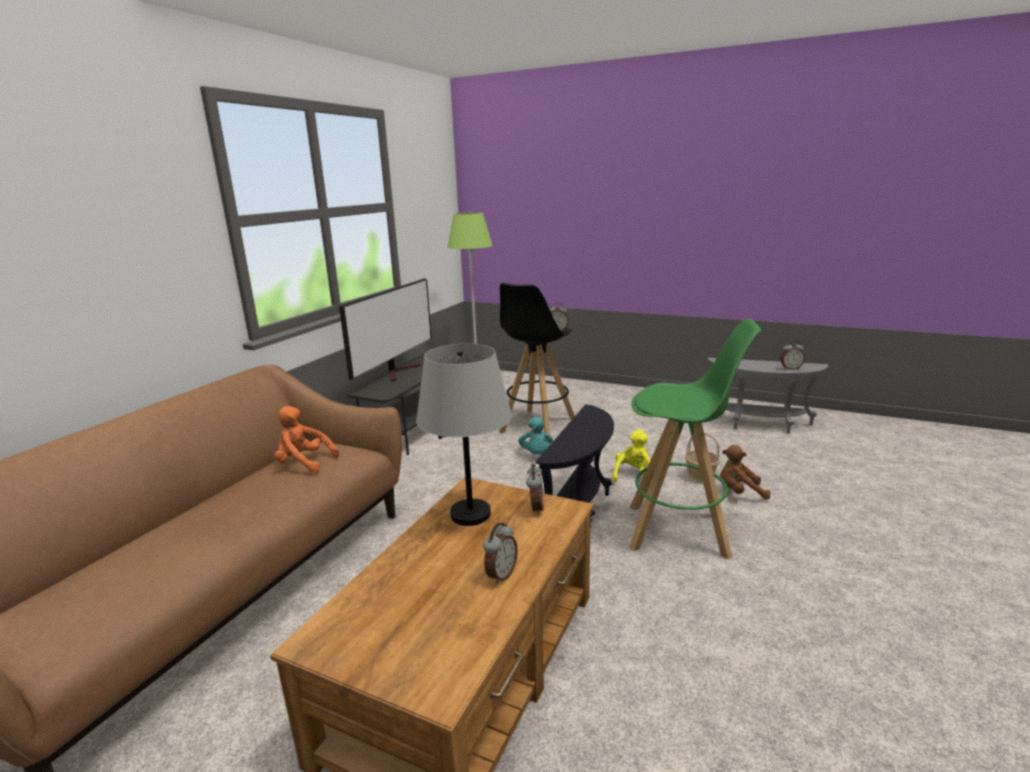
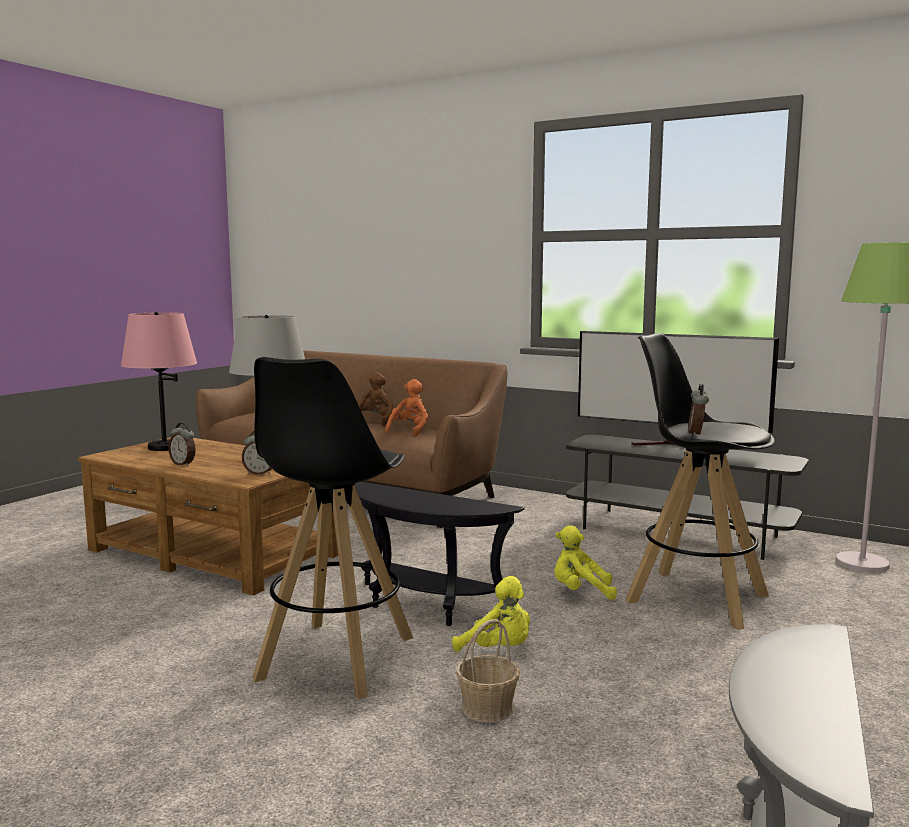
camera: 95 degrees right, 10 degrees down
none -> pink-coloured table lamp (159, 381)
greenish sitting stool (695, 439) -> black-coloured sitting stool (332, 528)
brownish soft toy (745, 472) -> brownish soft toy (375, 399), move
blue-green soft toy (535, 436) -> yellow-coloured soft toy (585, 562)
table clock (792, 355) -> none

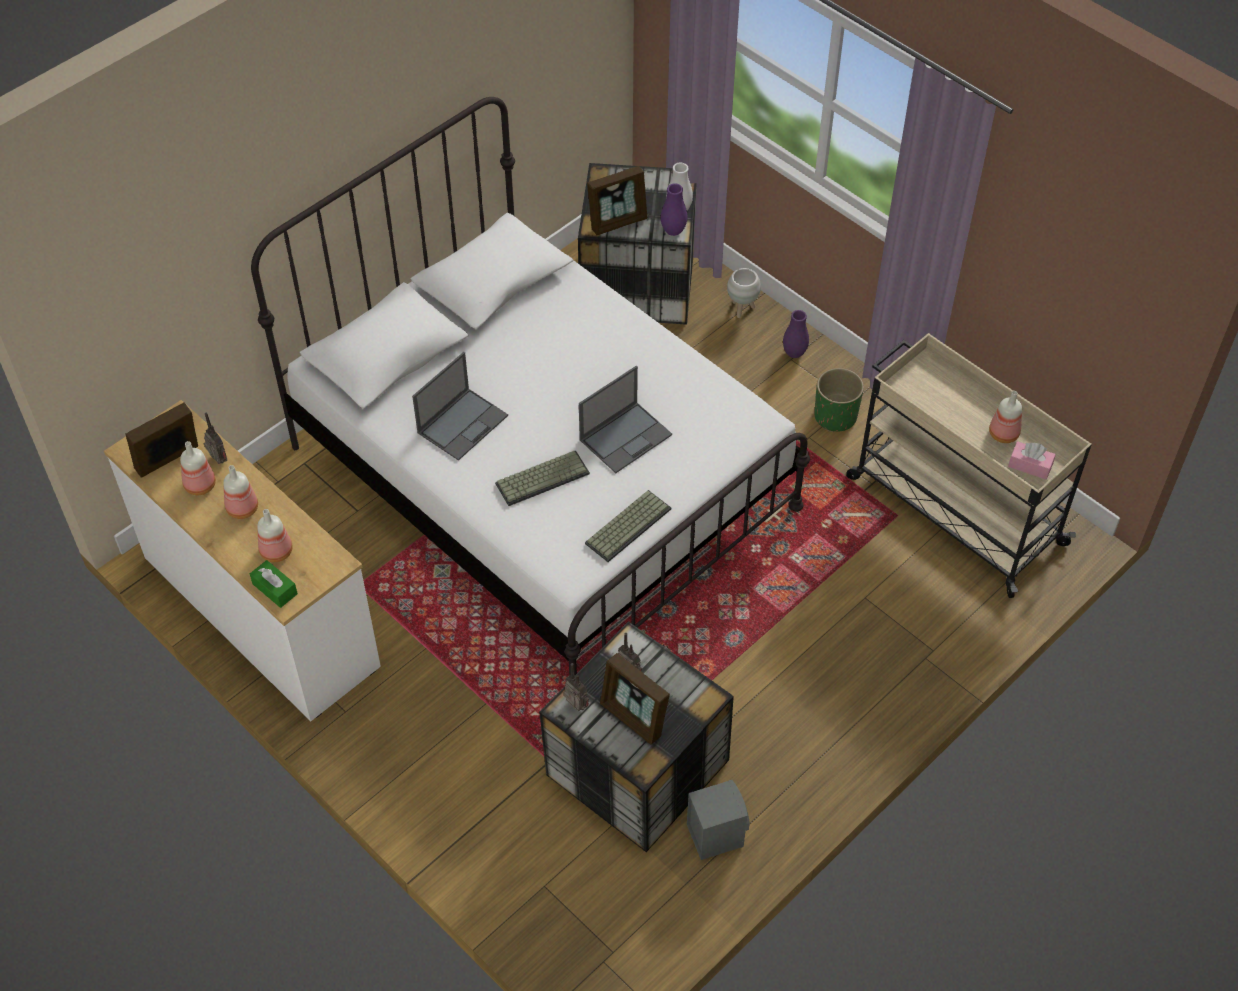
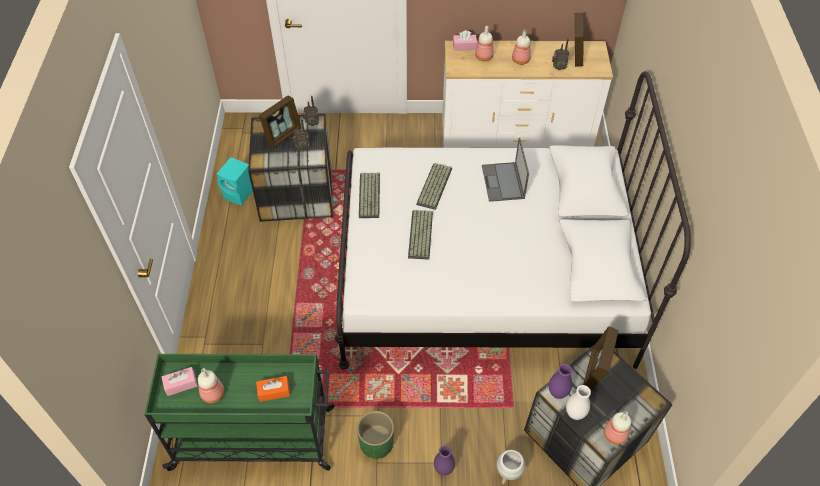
camera: 135 degrees right, 0 degrees up
beige trolley (969, 465) -> greenish trolley (239, 412)
greyish speaker (718, 820) -> blue-green speaker (235, 181)
none -> orangey box of tissues (273, 389)
standing frame (635, 698) -> standing frame (280, 122), 135 degrees clockwise
portable computer (625, 419) -> computer keyboard (420, 235)
greenish box of tissues (274, 584) -> pink-coloured box of tissues (465, 40)
bottle (198, 468) -> bottle (617, 428), move

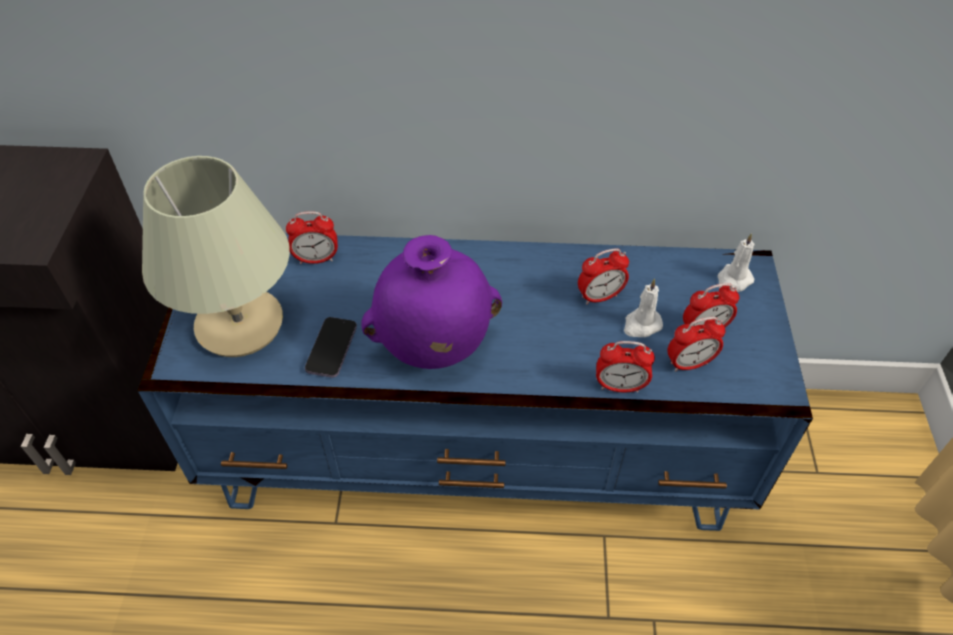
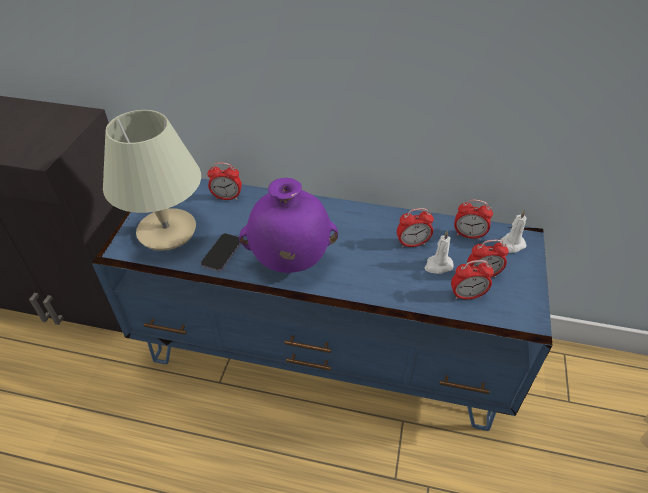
camera: 10 degrees right, 5 degrees down
table clock (625, 367) -> table clock (473, 219), move

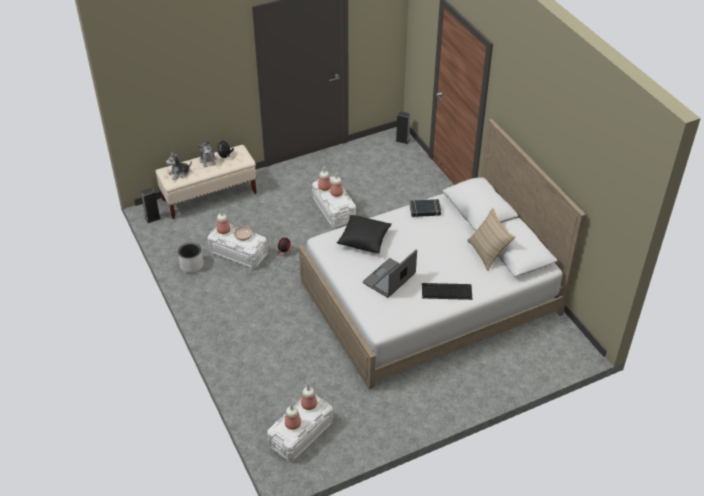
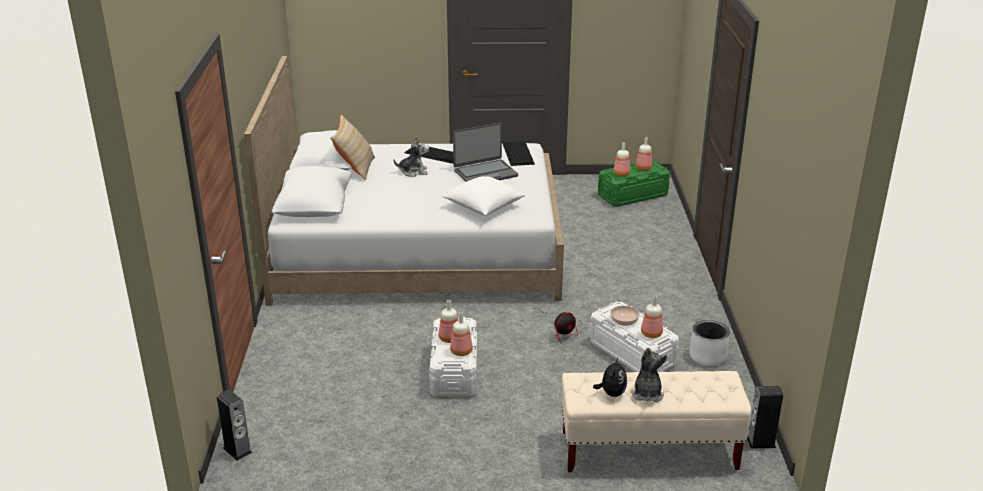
camera: 155 degrees left, 15 degrees down
soft toy (179, 166) -> soft toy (411, 157), move
black-coloured pillow (364, 234) -> white pillow (483, 196)
none -> computer keyboard (518, 153)
white storage box (300, 428) -> greenish storage box (634, 183)
black-coloured volume (425, 208) -> none

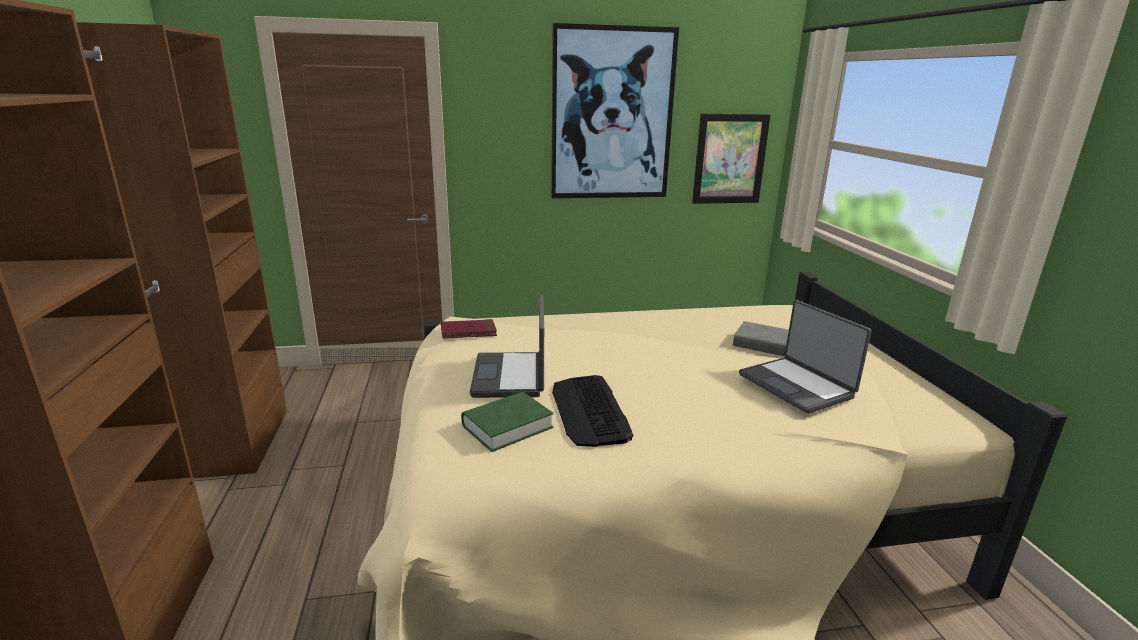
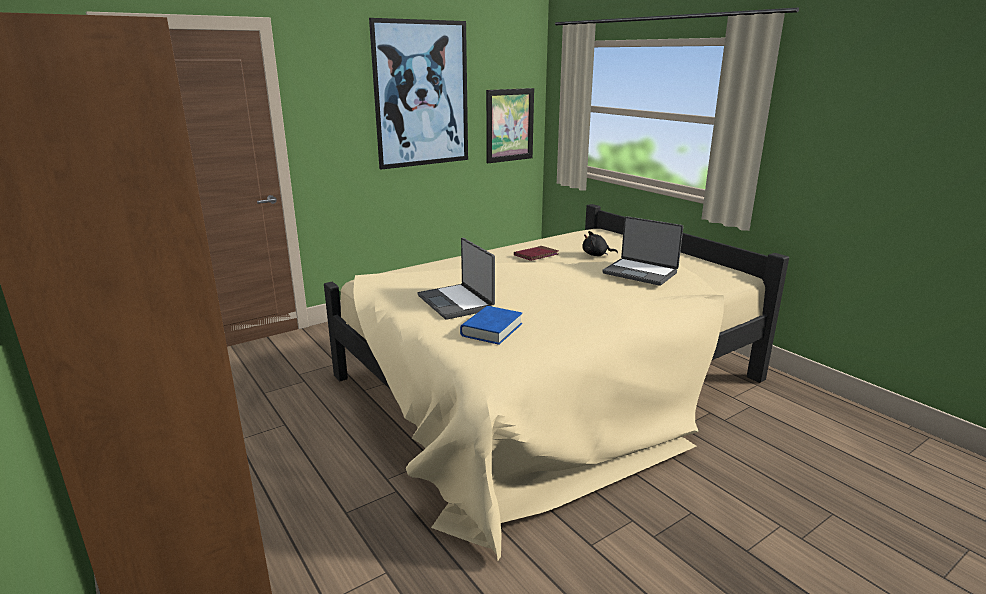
camera: 25 degrees left, 0 degrees up
greenish volume (507, 422) -> blue-coloured volume (491, 325)
red-coloured volume (469, 329) -> red-coloured volume (536, 253), move
greyish volume (761, 338) -> black-coloured soft toy (600, 243)
computer keyboard (592, 411) -> none

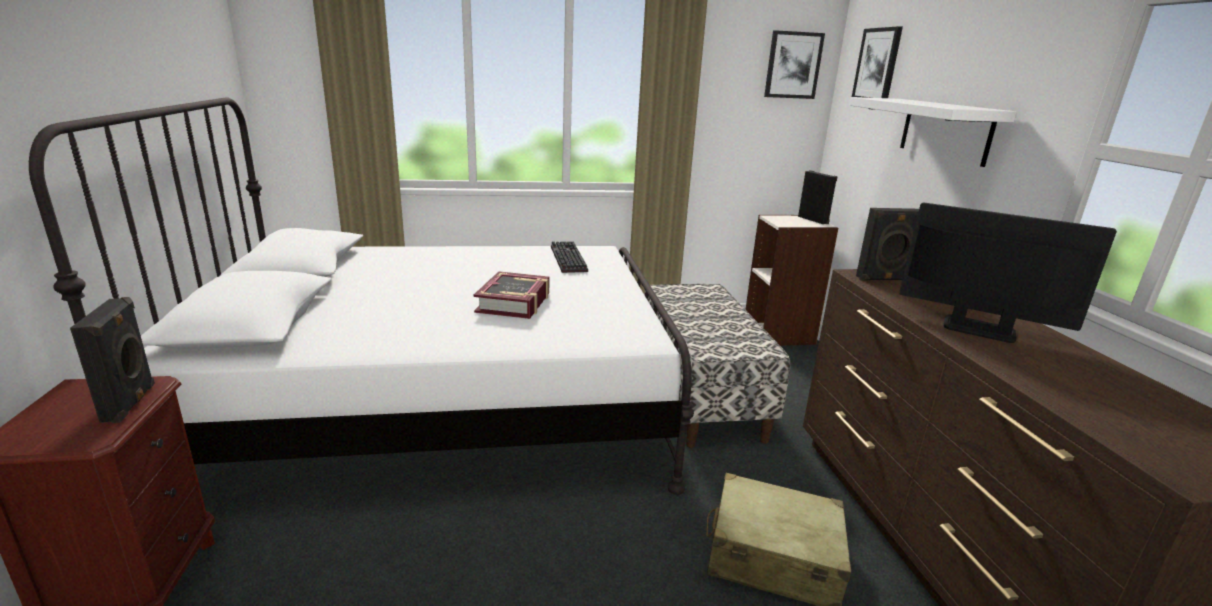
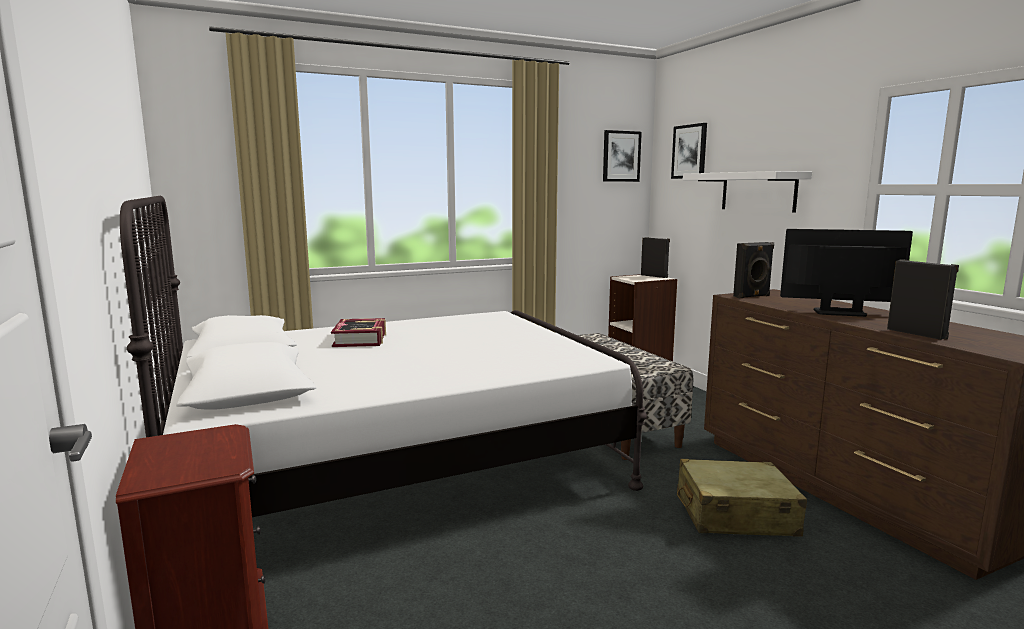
camera: 15 degrees left, 10 degrees down
volume (511, 295) -> volume (358, 332), move
black-coloured speaker (112, 360) -> black-coloured speaker (923, 299), move
computer keyboard (569, 257) -> none

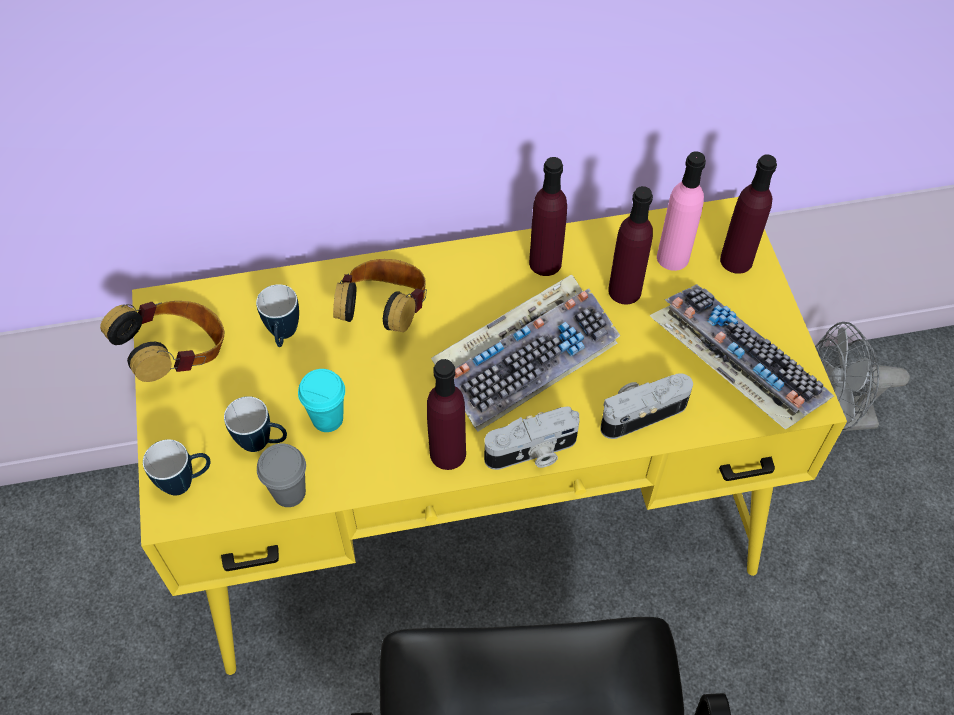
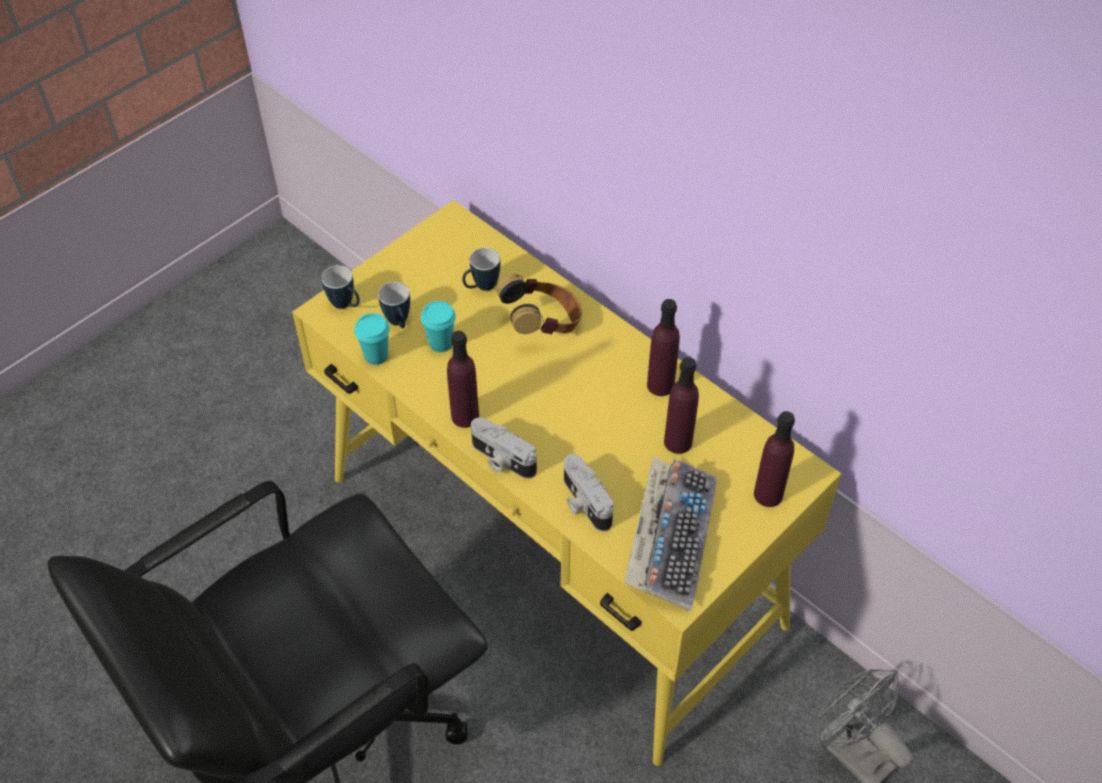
camera: 55 degrees right, 5 degrees down
greyish cup (281, 475) -> blue-green cup (372, 339)
still camera (646, 406) -> still camera (589, 493), 150 degrees counterclockwise
headphones (162, 341) -> none
computer keyboard (525, 353) -> none
pink-coloured bottle (681, 211) -> none

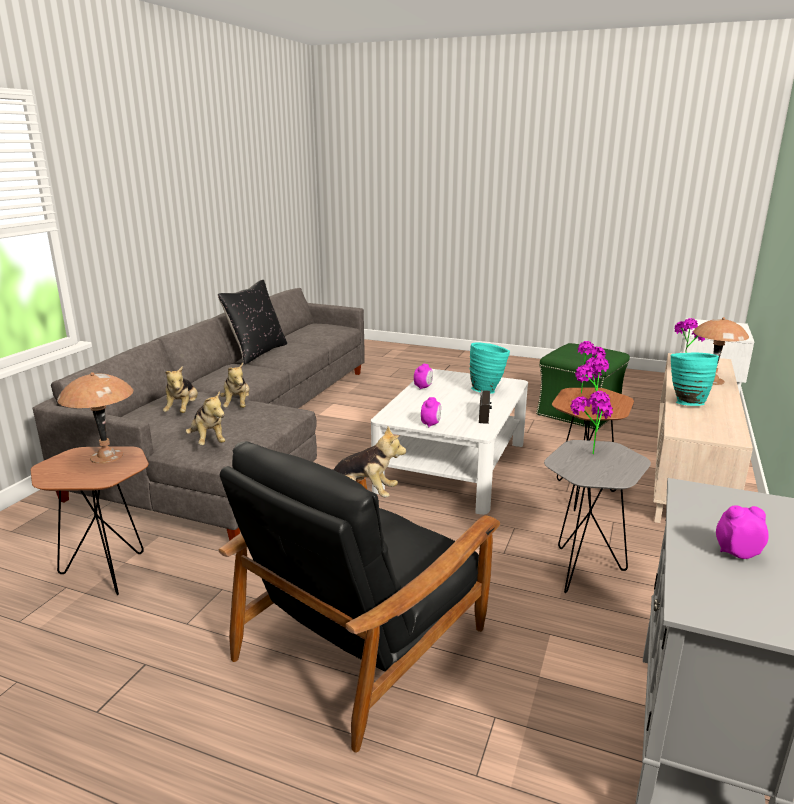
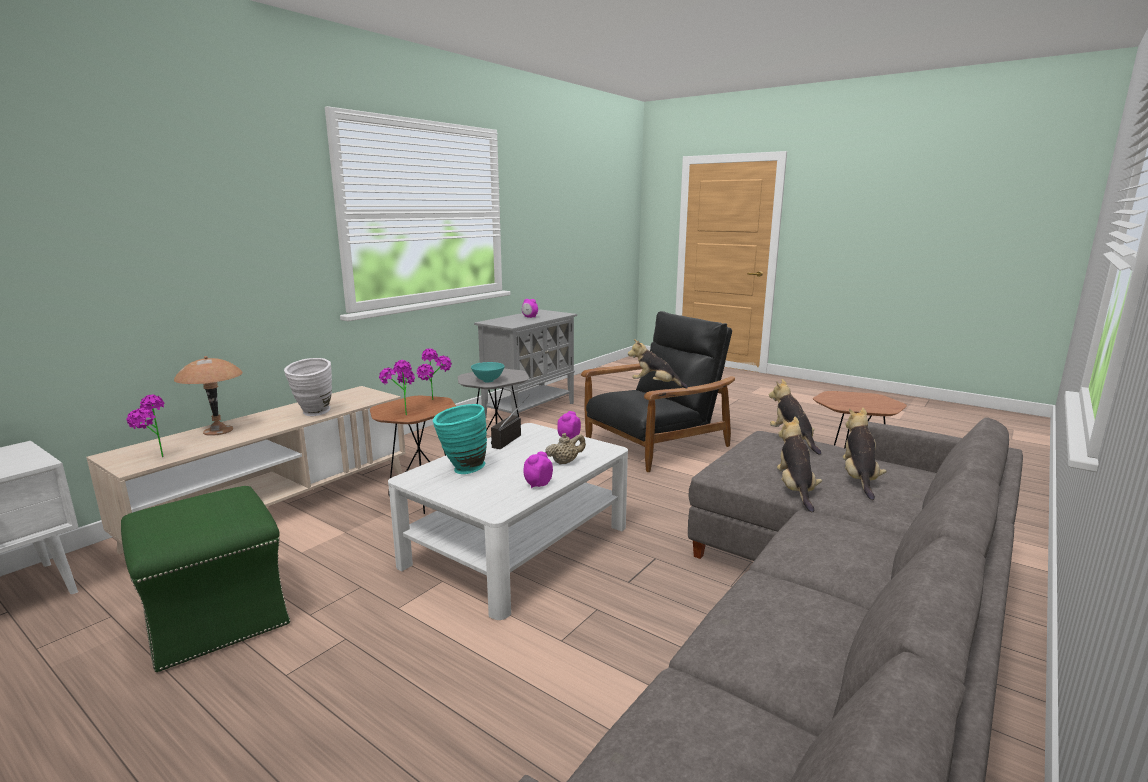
camera: 165 degrees left, 5 degrees down
blue-green decorative vase (694, 379) -> white decorative vase (308, 387)
plant in a pot (591, 422) -> blue-green serving bowl (488, 372)
none -> beige tea pot (565, 449)
brownish table lamp (95, 418) -> none
black-coloured pillow (252, 322) -> none

